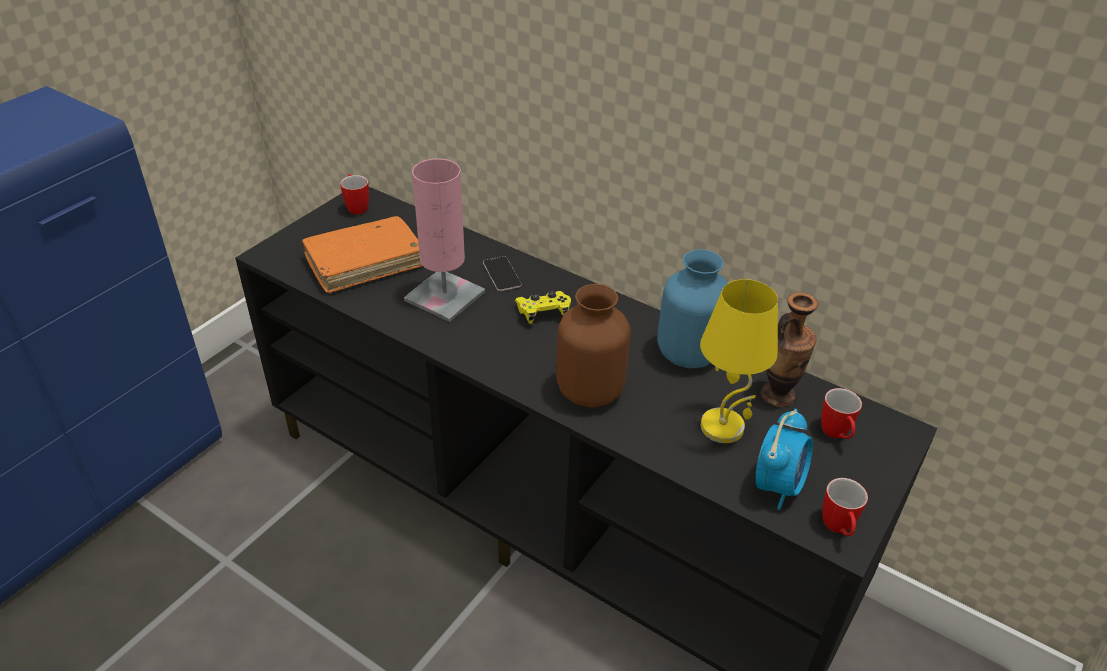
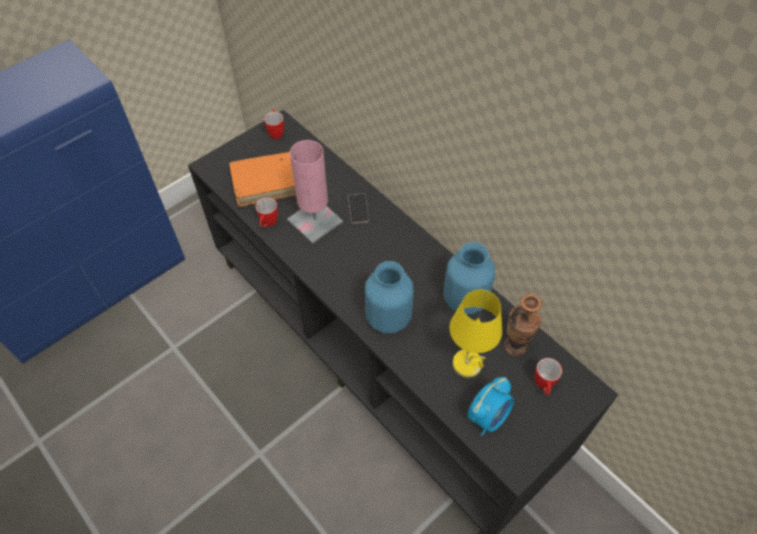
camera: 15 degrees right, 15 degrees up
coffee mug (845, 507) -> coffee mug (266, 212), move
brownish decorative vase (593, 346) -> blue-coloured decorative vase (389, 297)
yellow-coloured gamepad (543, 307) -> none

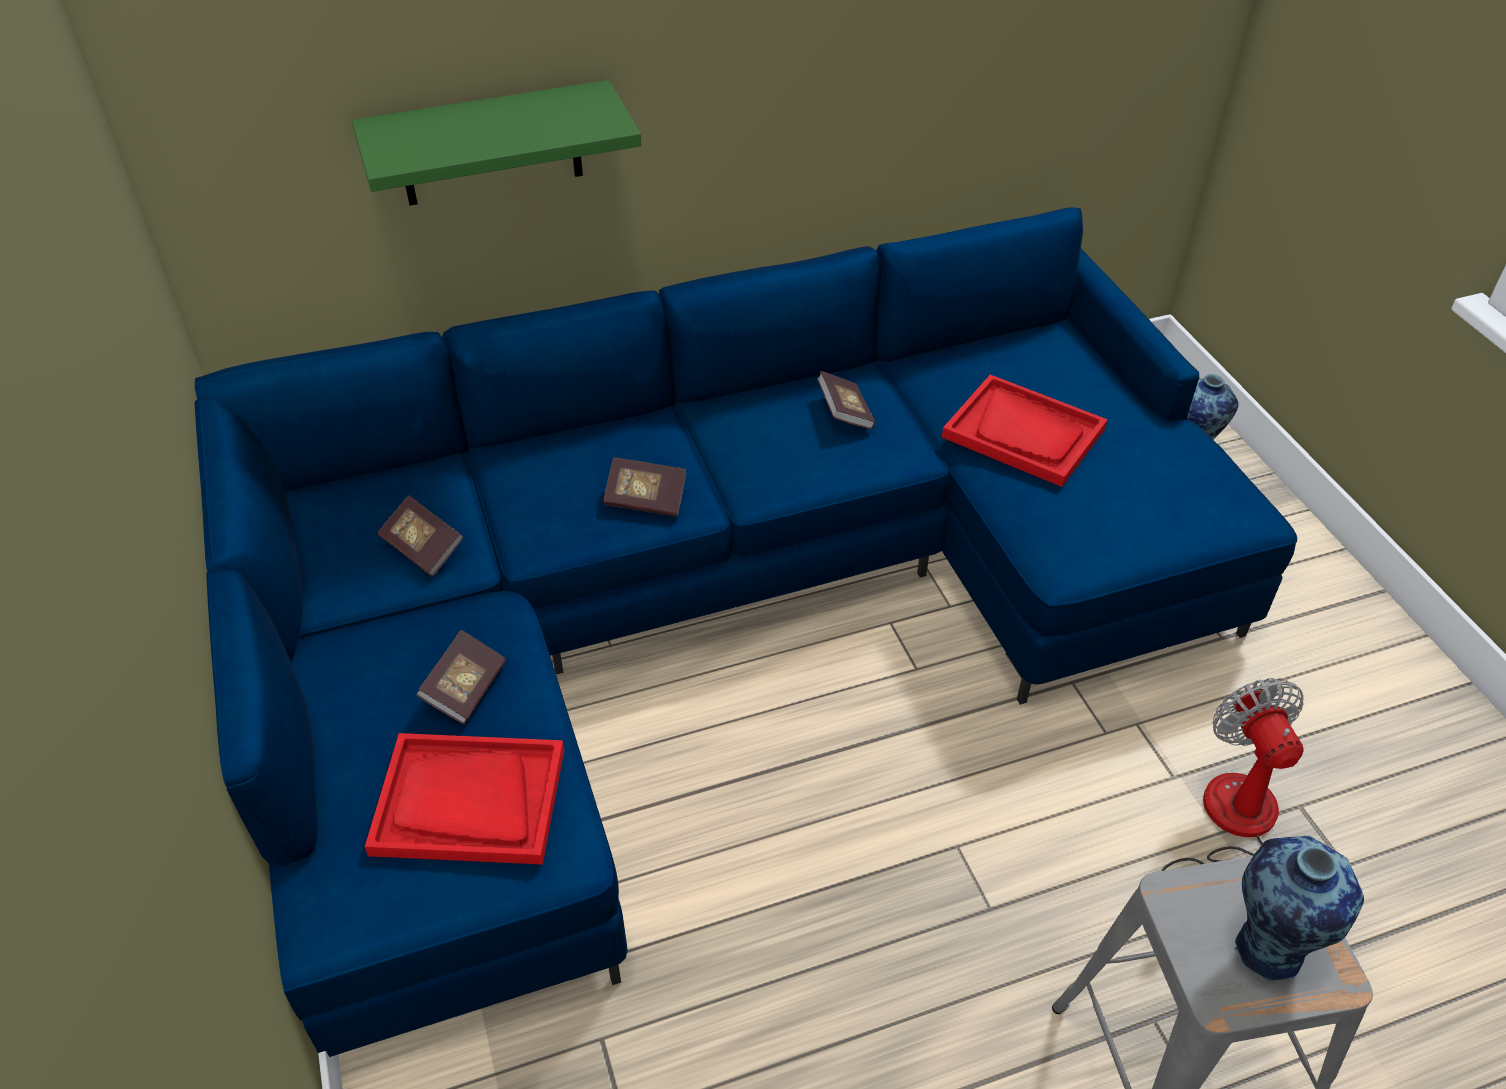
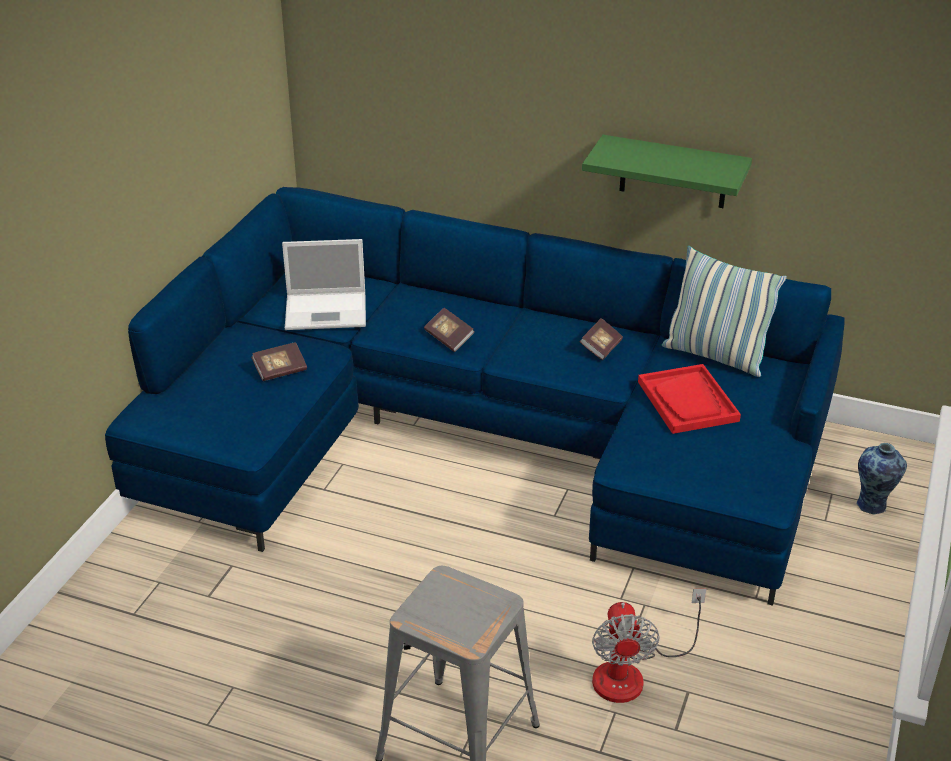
camera: 40 degrees right, 10 degrees down
volume (420, 535) -> portable computer (324, 284)
greenish bracket shelf (496, 143) -> greenish bracket shelf (667, 171), move
cooling fan (1232, 774) -> cooling fan (649, 646), 150 degrees clockwise
none -> pillow (724, 311)
red-coloured serving tray (464, 799) -> none
decorative vase (1299, 908) -> none

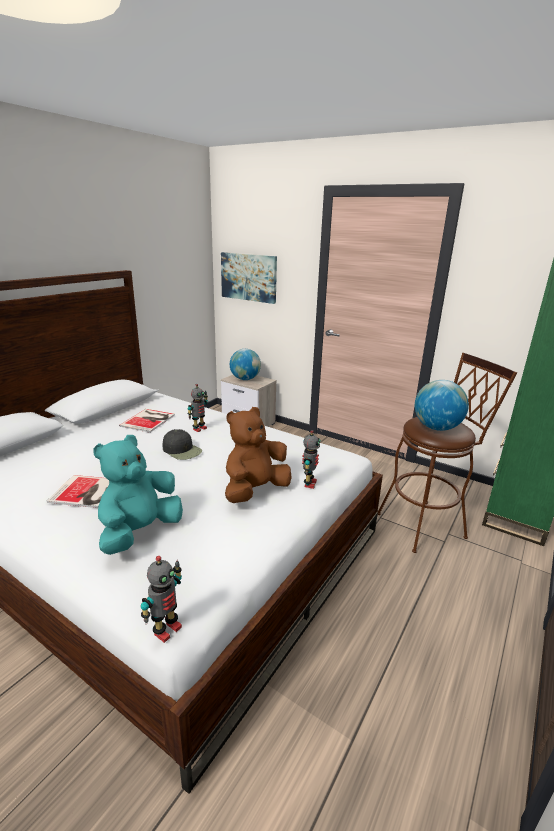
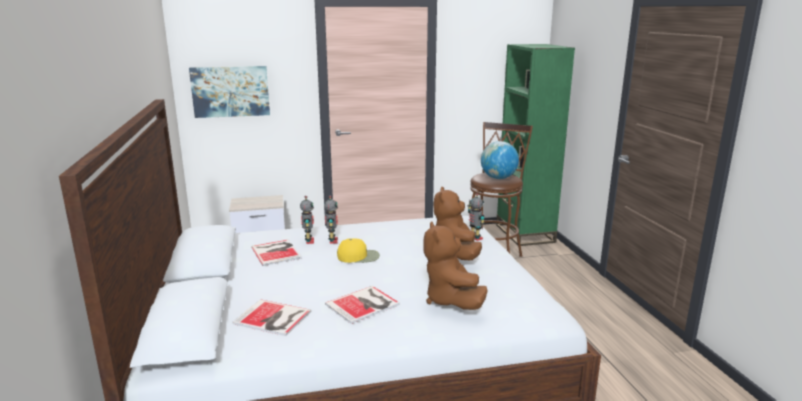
camera: 45 degrees left, 5 degrees down
none -> volume (271, 317)
toy robot (161, 599) -> toy robot (307, 220), move
black-coloured peaked cap (182, 444) -> yellow-coloured peaked cap (358, 250)
blue-green soft toy (138, 495) -> brownish soft toy (455, 265)
desk globe (245, 364) -> none

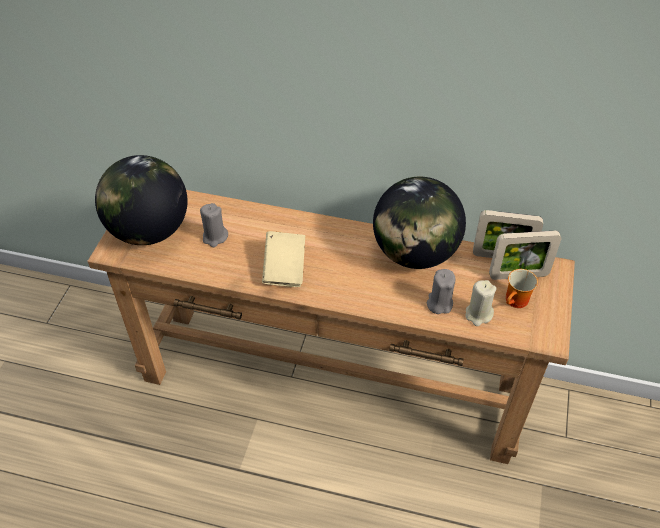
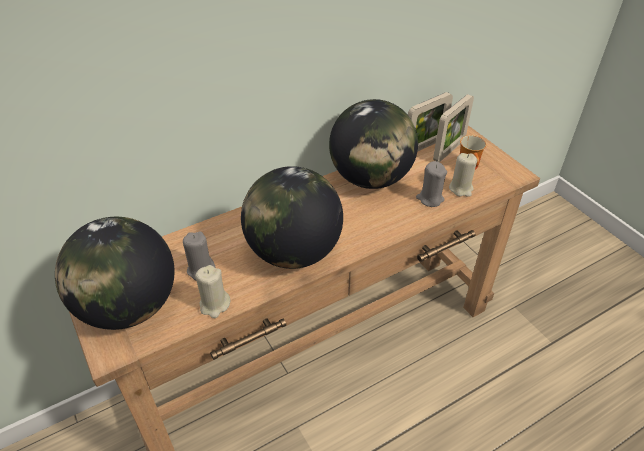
camera: 45 degrees left, 5 degrees down
none -> beige wax light (213, 291)
beige volume (283, 259) -> desk globe (292, 217)

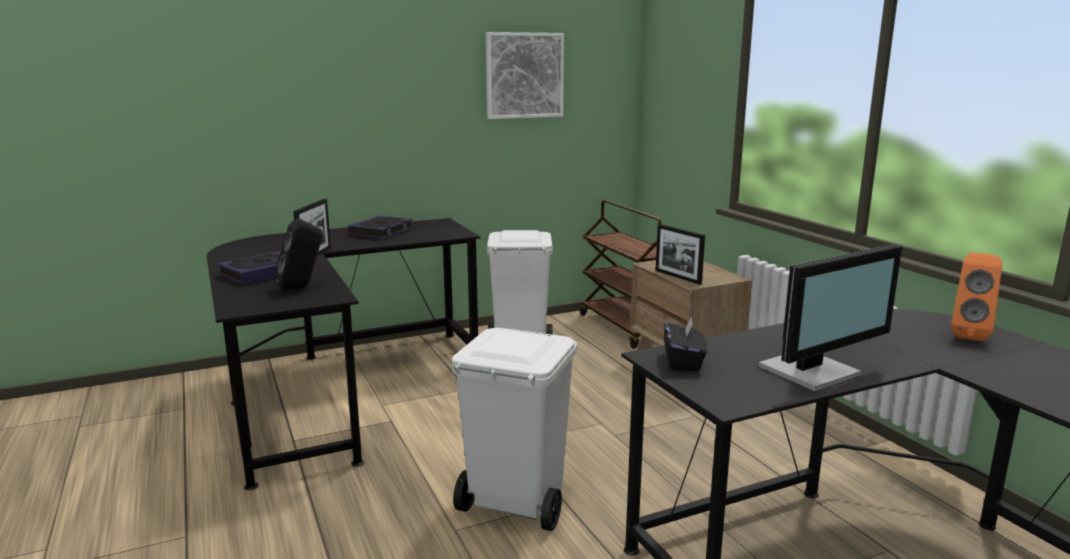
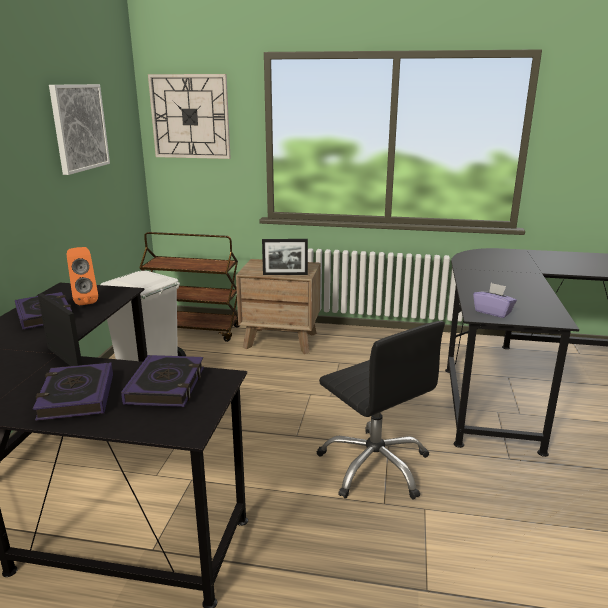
camera: 55 degrees left, 5 degrees up
orangey speaker (976, 297) -> orangey speaker (82, 276), move
black-coloured speaker (299, 254) -> volume (162, 381)
none -> hanging clock (189, 116)
white waste bin (514, 429) -> black-coloured computer chair (381, 410)
black-coloured box of tissues (685, 343) -> purple box of tissues (495, 300)
computer display (830, 317) -> none

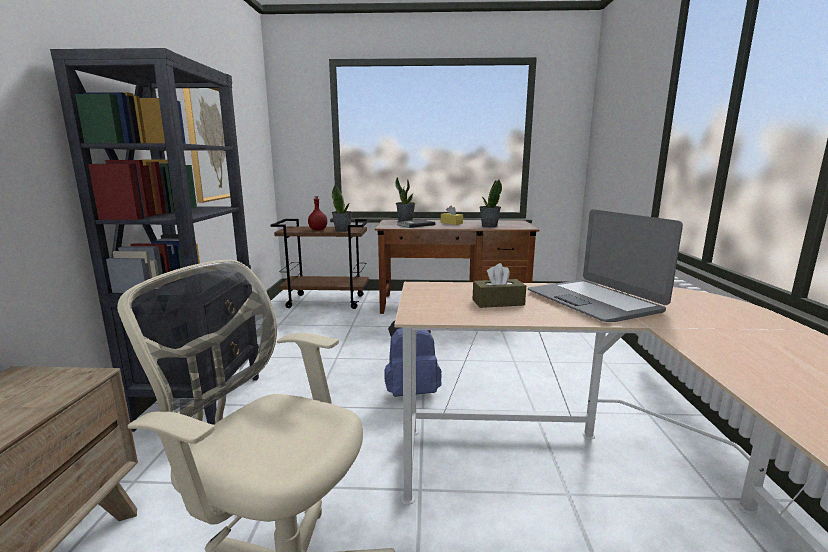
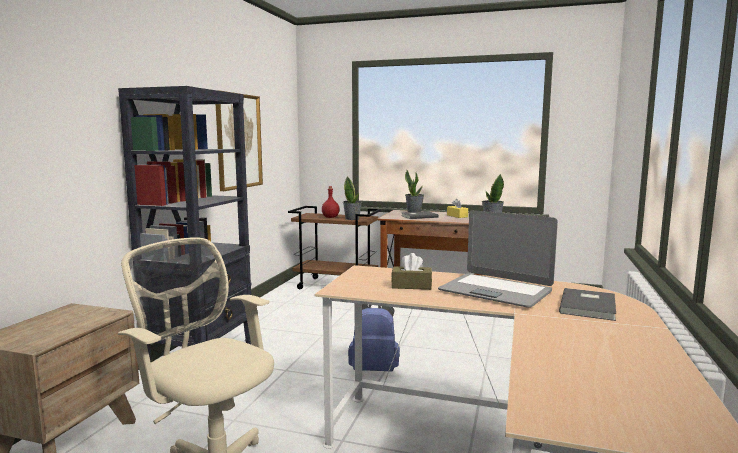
camera: 15 degrees right, 5 degrees down
portable computer (605, 265) -> portable computer (498, 258), 45 degrees counterclockwise
none -> greyish volume (587, 304)

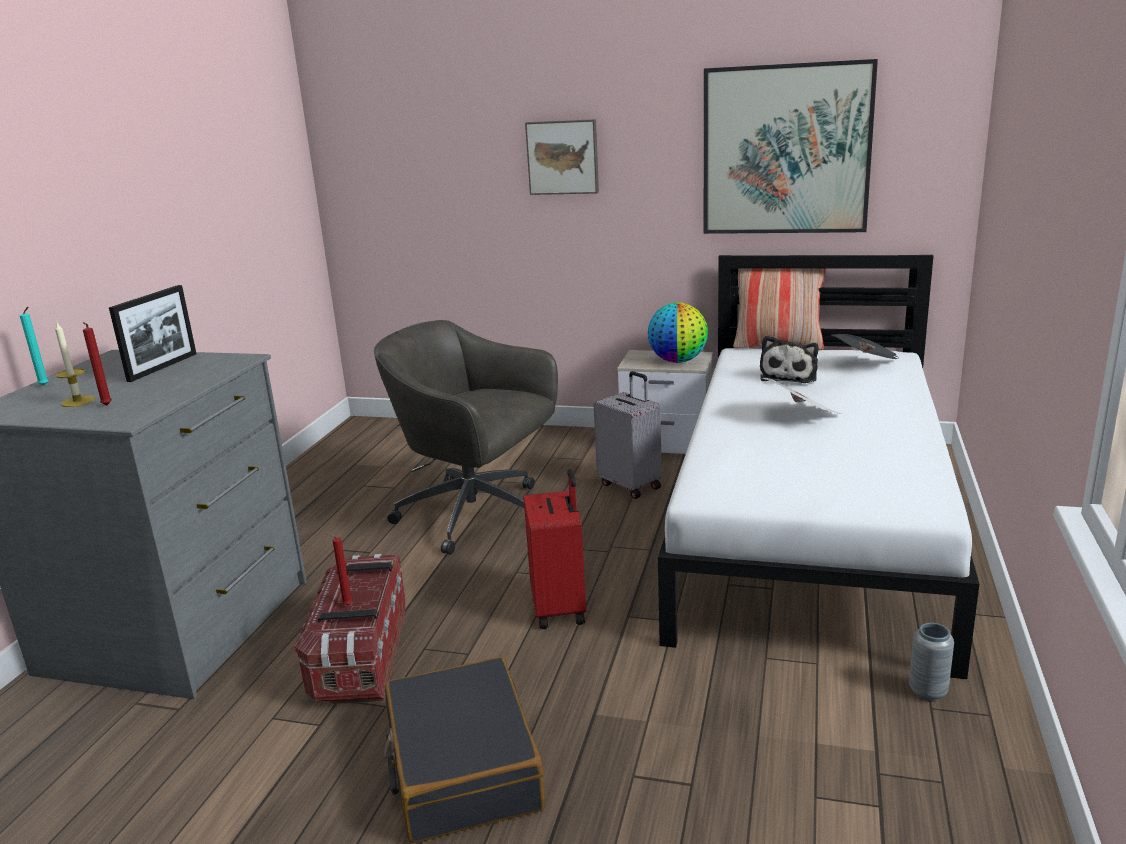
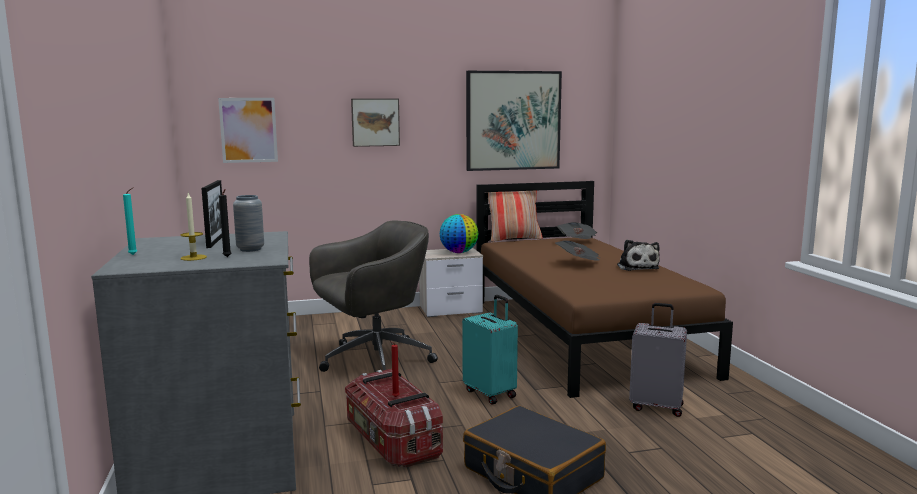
camera: 30 degrees left, 10 degrees down
none -> wall art (248, 130)
red-coloured wax light (97, 363) -> black-coloured wax light (225, 223)
greyish decorative vase (931, 662) -> greyish decorative vase (248, 223), move
greyish computer chair (466, 437) -> greyish computer chair (373, 296), 150 degrees clockwise
red-coloured travel case (555, 549) -> blue-green travel case (490, 350)
white bed (818, 467) -> brownish bed (605, 289)
soft toy (789, 359) -> soft toy (638, 255), move
greyish travel case (628, 435) -> greyish travel case (658, 360), move

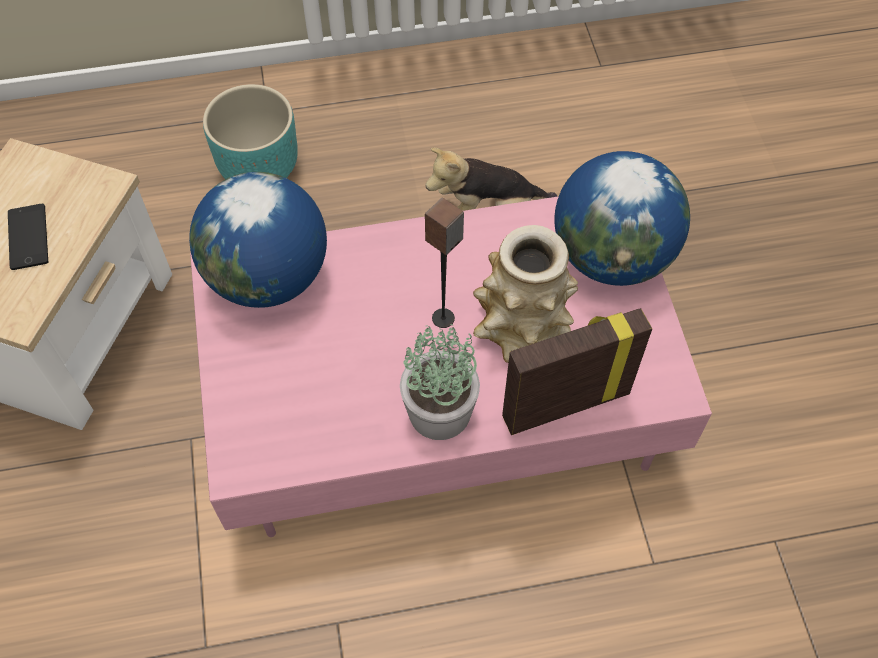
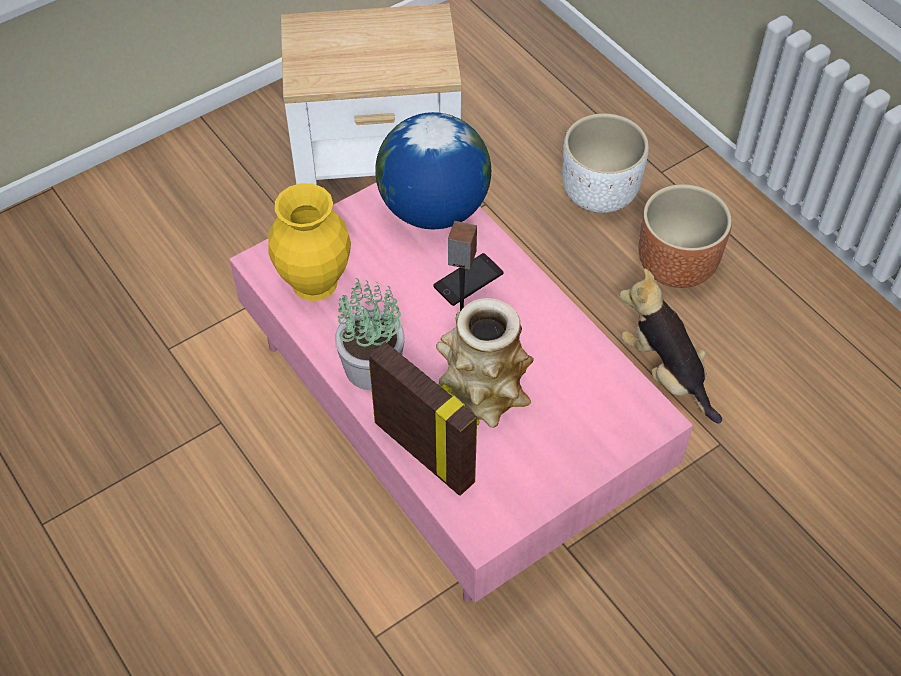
camera: 65 degrees right, 5 degrees down
none -> yellow-coloured decorative vase (309, 242)
phone (28, 237) -> phone (468, 279), move
blue-green planter (250, 131) -> white planter (605, 163)
none -> brownish planter (685, 236)
desk globe (622, 218) -> none

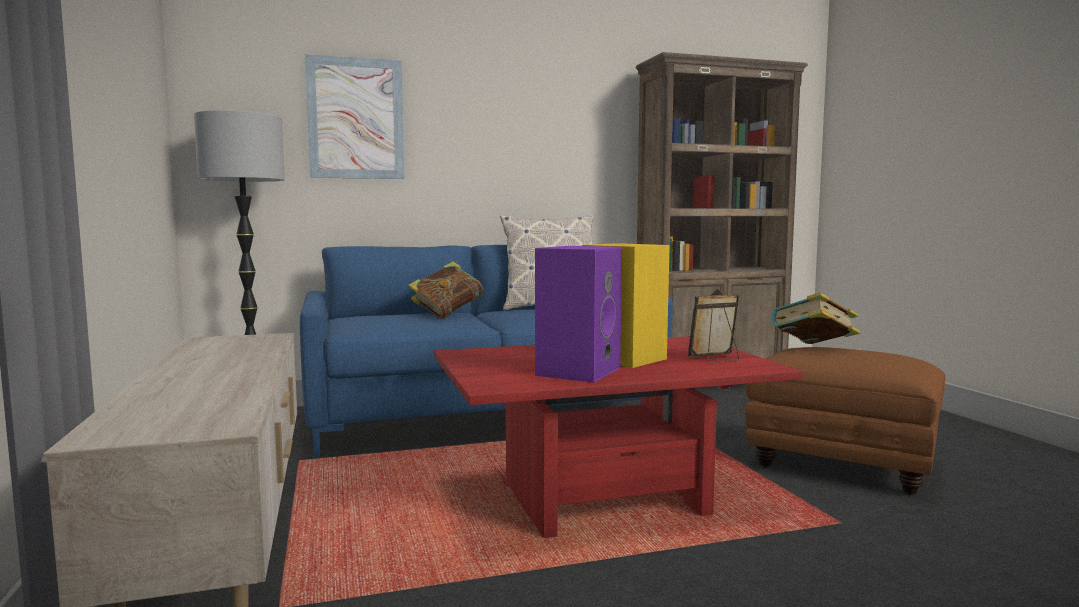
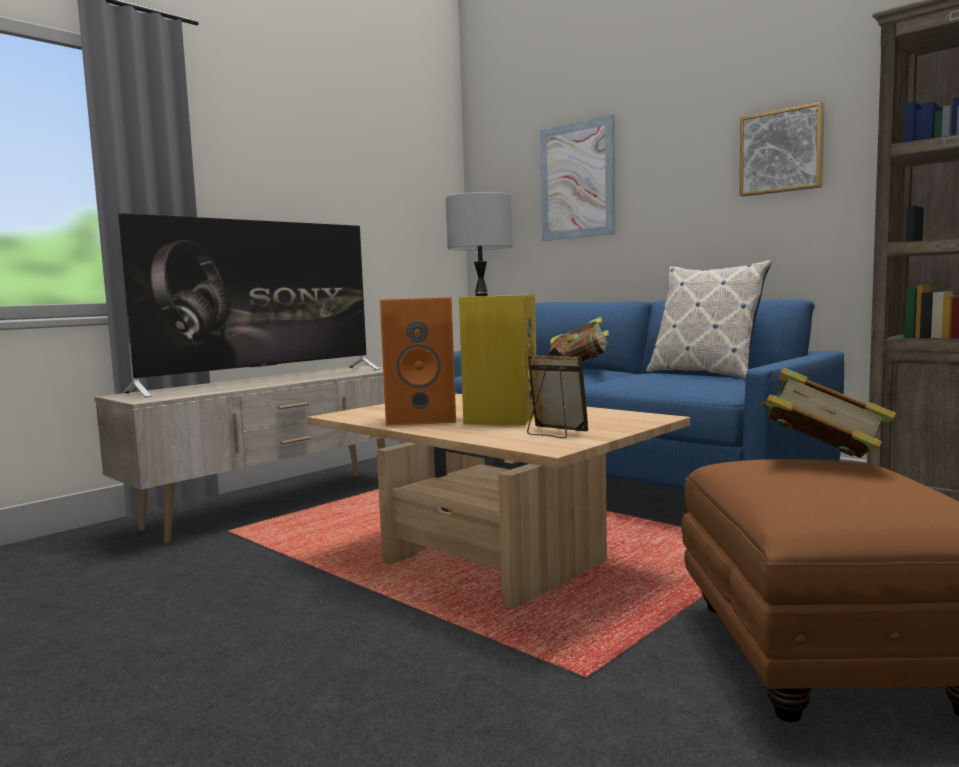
camera: 60 degrees right, 0 degrees up
none -> TV set (248, 305)
red-coloured coffee table (618, 437) -> beige coffee table (498, 501)
purple speaker (578, 314) -> orangey speaker (418, 361)
none -> wall art (782, 149)

